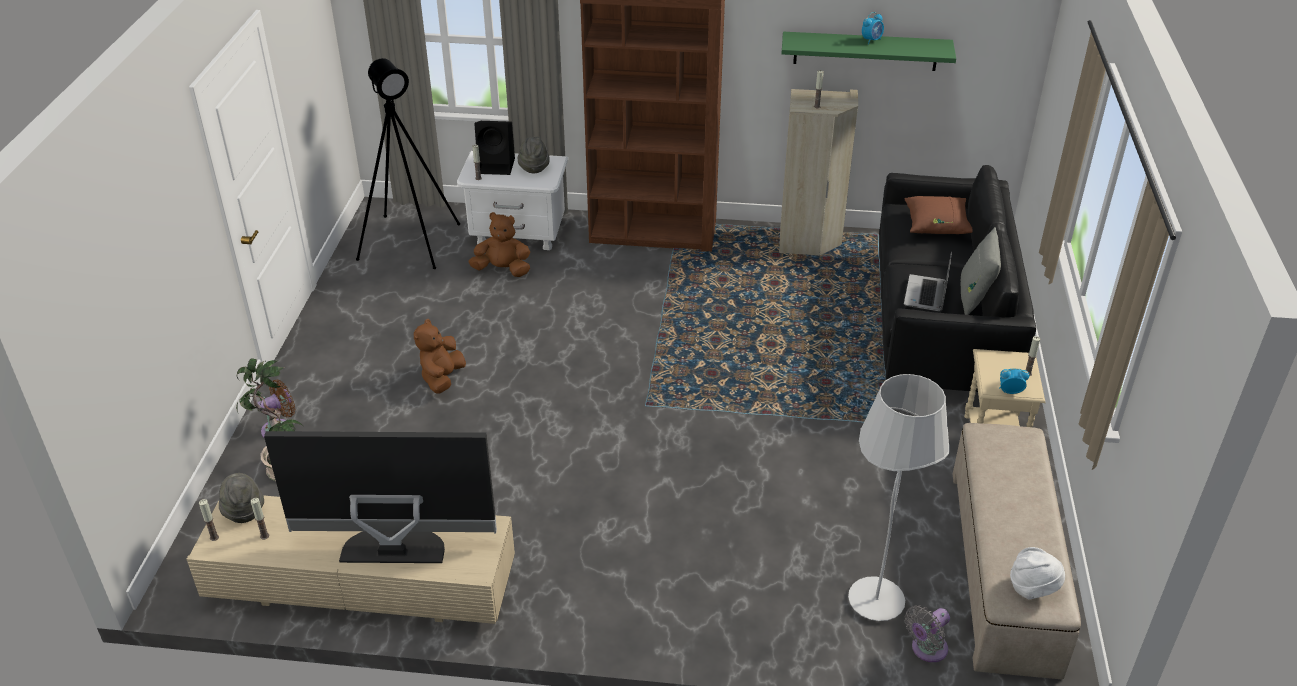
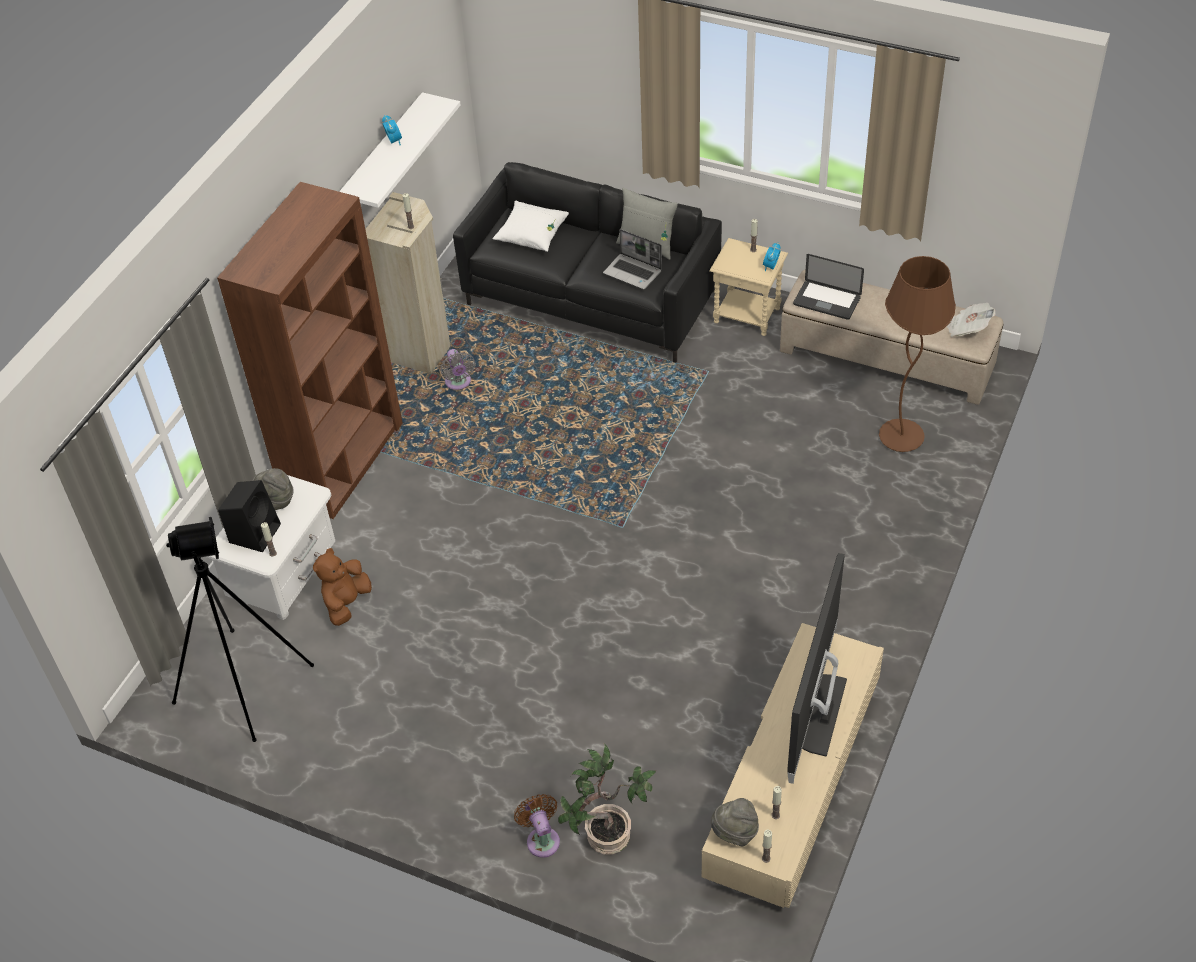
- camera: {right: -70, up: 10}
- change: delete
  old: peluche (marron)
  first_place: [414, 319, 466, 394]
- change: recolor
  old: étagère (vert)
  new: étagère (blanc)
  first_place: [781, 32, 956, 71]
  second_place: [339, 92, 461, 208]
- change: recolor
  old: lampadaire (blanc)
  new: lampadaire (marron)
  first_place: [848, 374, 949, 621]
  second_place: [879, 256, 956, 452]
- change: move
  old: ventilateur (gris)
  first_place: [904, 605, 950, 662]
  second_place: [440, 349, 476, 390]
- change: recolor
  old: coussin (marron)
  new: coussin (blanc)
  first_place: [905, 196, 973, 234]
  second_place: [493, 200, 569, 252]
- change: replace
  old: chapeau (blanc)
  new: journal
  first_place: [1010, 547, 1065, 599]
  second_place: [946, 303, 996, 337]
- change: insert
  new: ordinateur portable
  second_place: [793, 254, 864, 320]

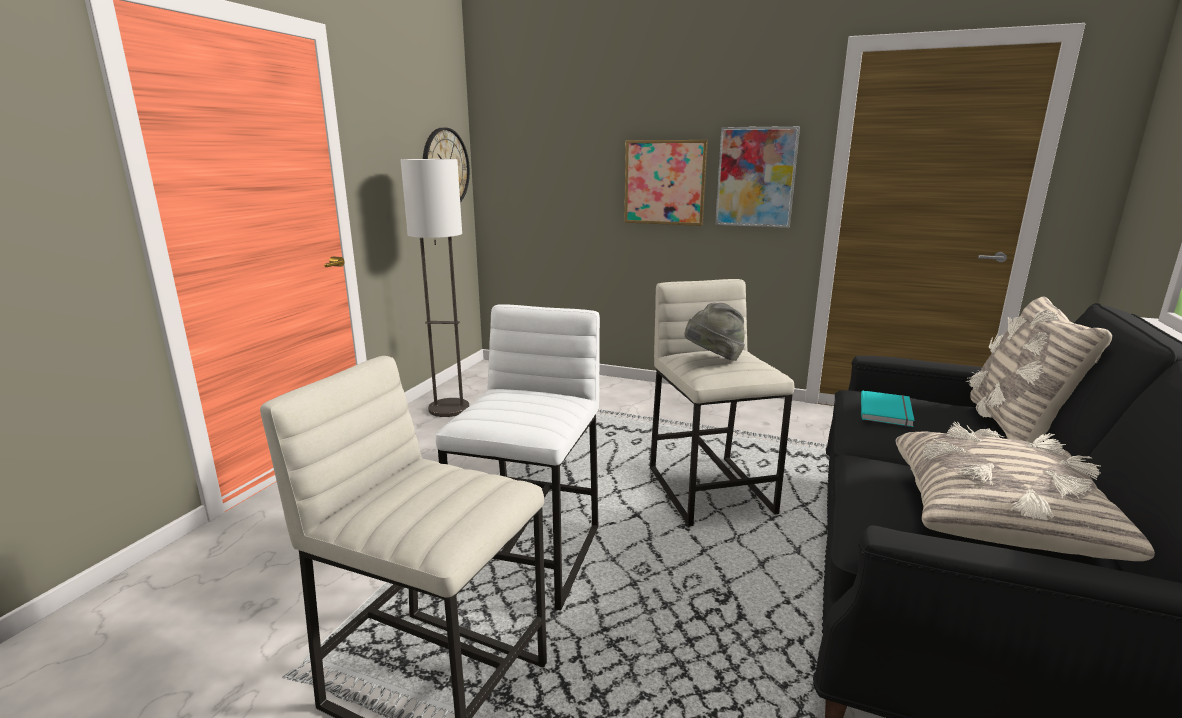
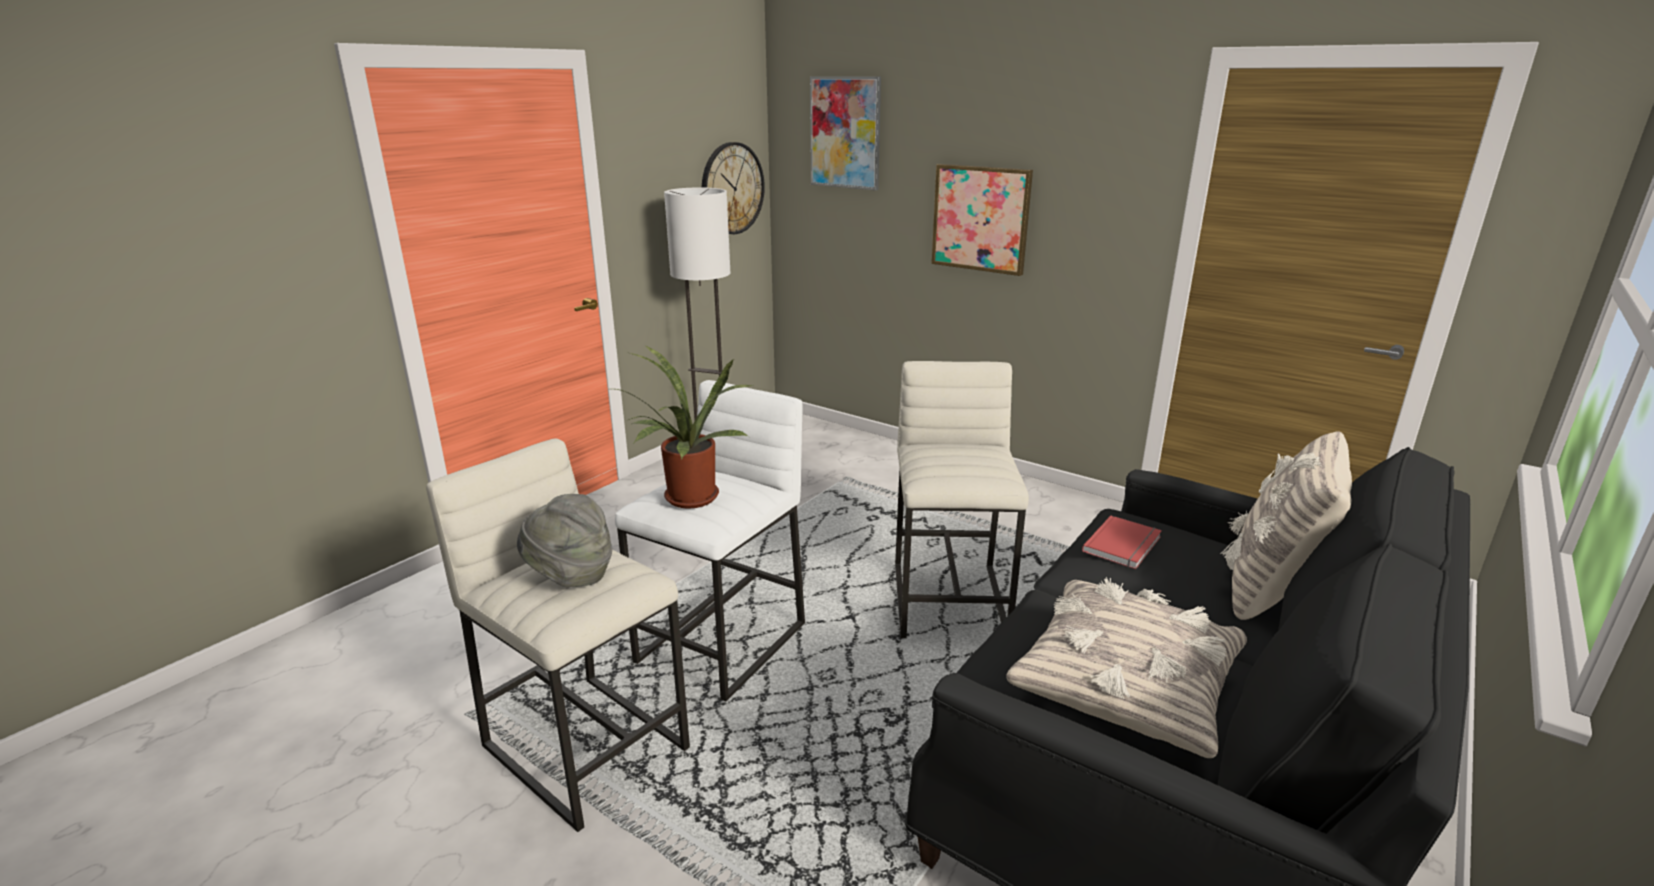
- camera: {right: 15, up: 5}
- change: move
  old: chapeau (gris)
  first_place: [685, 303, 745, 361]
  second_place: [517, 494, 612, 587]
- change: move
  old: tableau
  first_place: [715, 126, 800, 228]
  second_place: [810, 76, 881, 191]
- change: recolor
  old: livre (turquoise)
  new: livre (rouge)
  first_place: [861, 390, 915, 427]
  second_place: [1082, 516, 1162, 569]
- change: insert
  new: plante en pot
  second_place: [616, 345, 753, 509]

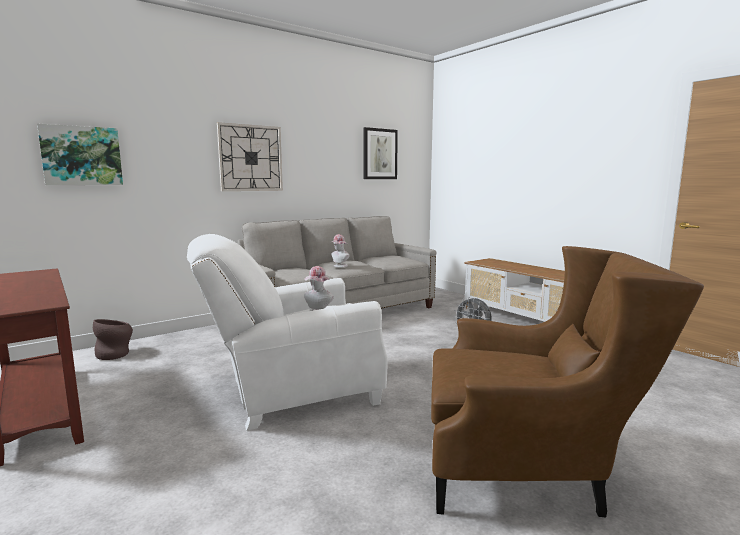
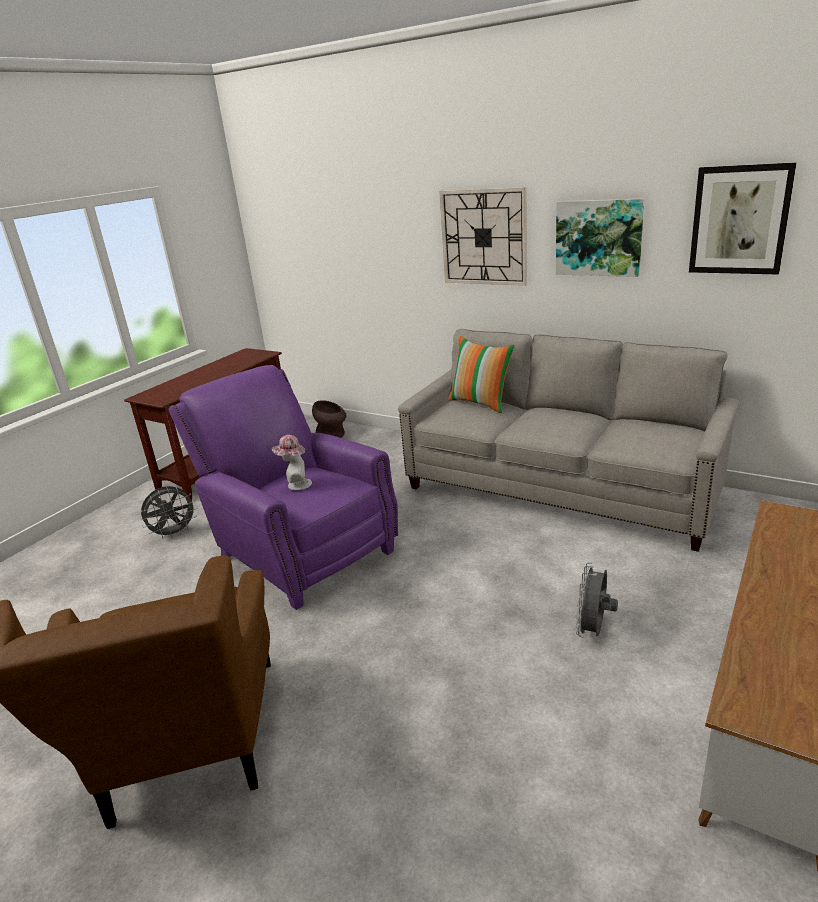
- camera: {right: 70, up: 15}
- change: move
  old: tableau
  first_place: [37, 124, 123, 185]
  second_place: [556, 199, 644, 277]
- change: recolor
  old: fauteuil (blanc)
  new: fauteuil (violet)
  first_place: [187, 234, 388, 431]
  second_place: [169, 365, 398, 610]
- change: delete
  old: chapeau
  first_place: [332, 234, 350, 267]
- change: insert
  new: ventilateur (gris)
  second_place: [140, 486, 198, 539]
- change: insert
  new: coussin
  second_place: [448, 336, 515, 413]

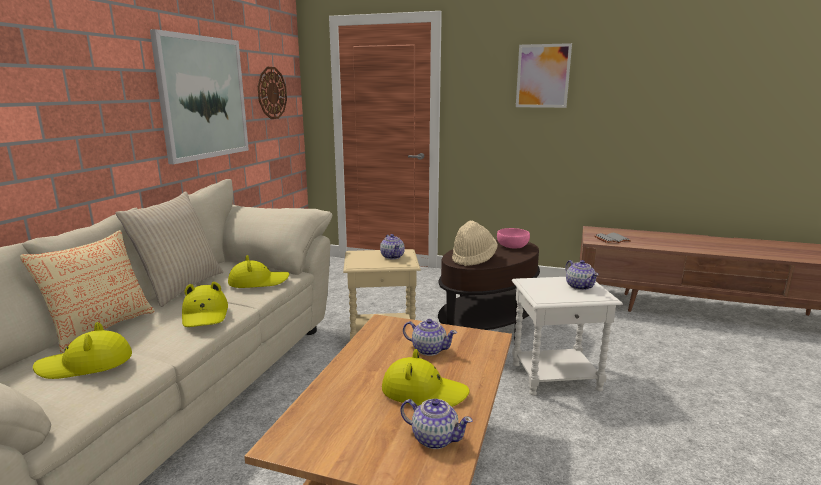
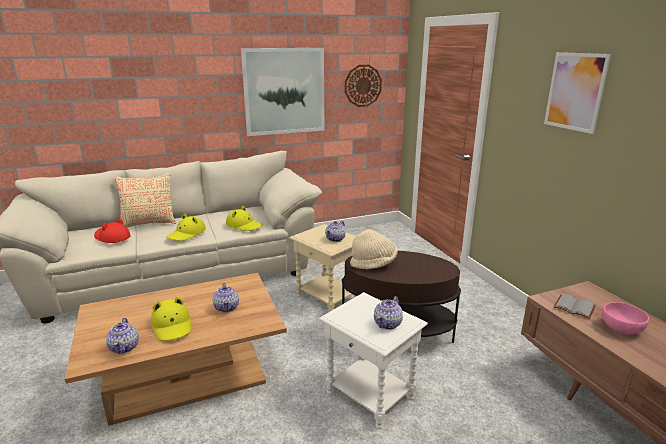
- camera: {right: 50, up: 5}
- change: recolor
  old: chapeau (jaune)
  new: chapeau (rouge)
  first_place: [33, 322, 132, 379]
  second_place: [94, 219, 131, 243]
- change: delete
  old: coussin (beige)
  first_place: [116, 192, 223, 307]
- change: move
  old: bol (rose)
  first_place: [497, 228, 530, 249]
  second_place: [601, 302, 649, 335]

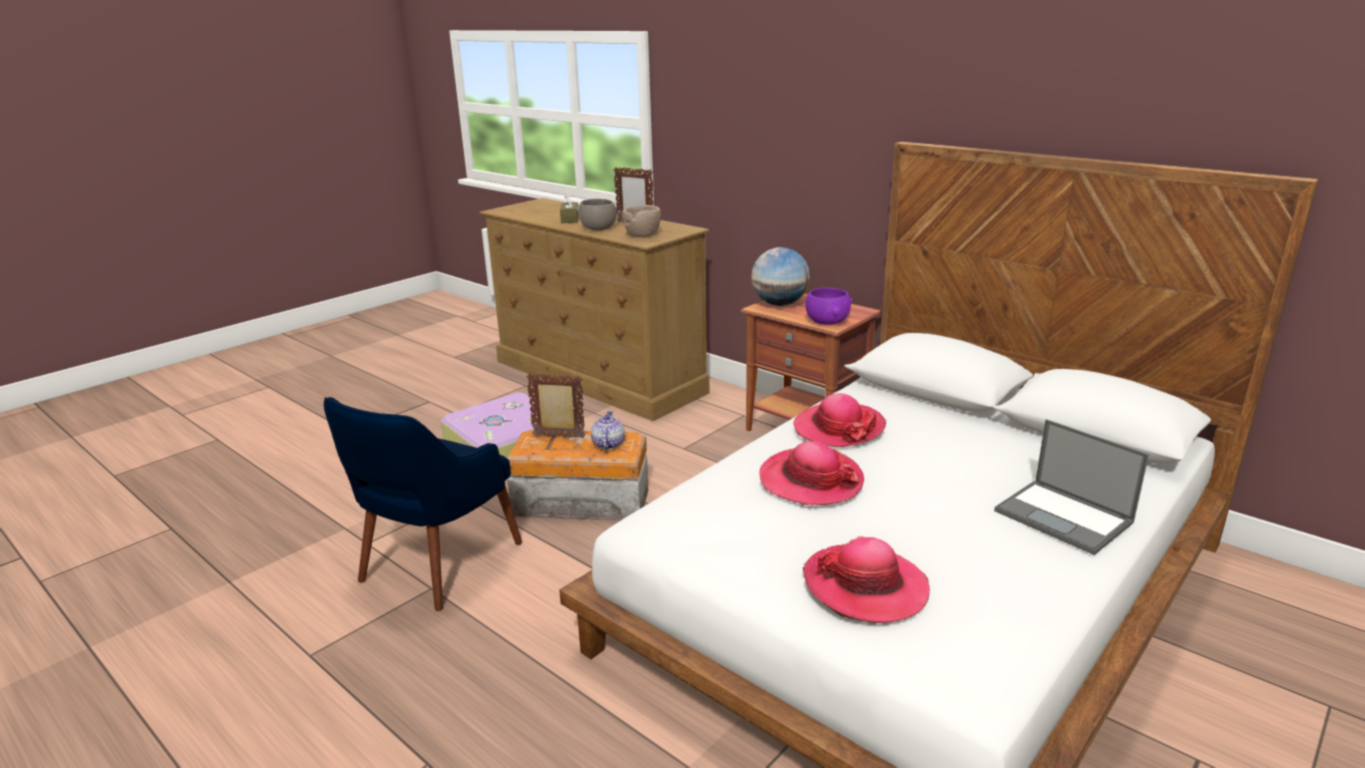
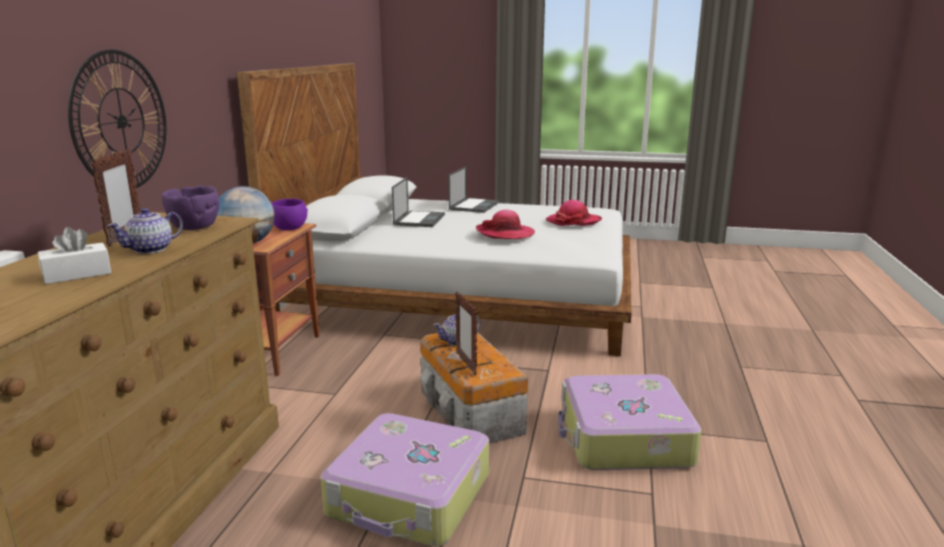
- camera: {right: -120, up: -5}
- change: replace
  old: fauteuil (bleu)
  new: valise
  first_place: [324, 397, 522, 611]
  second_place: [558, 374, 702, 470]
- change: recolor
  old: boîte à mouchoirs (marron)
  new: boîte à mouchoirs (blanc)
  first_place: [560, 192, 579, 223]
  second_place: [38, 227, 111, 284]
- change: replace
  old: bol (gris)
  new: théière
  first_place: [577, 198, 617, 230]
  second_place: [107, 208, 183, 254]
- change: recolor
  old: bol (marron)
  new: bol (violet)
  first_place: [622, 205, 661, 237]
  second_place: [162, 186, 219, 230]
- change: delete
  old: chapeau
  first_place: [794, 393, 886, 447]
- change: insert
  new: horloge murale
  second_place: [68, 49, 166, 188]
- change: insert
  new: ordinateur portable
  second_place: [392, 177, 445, 227]

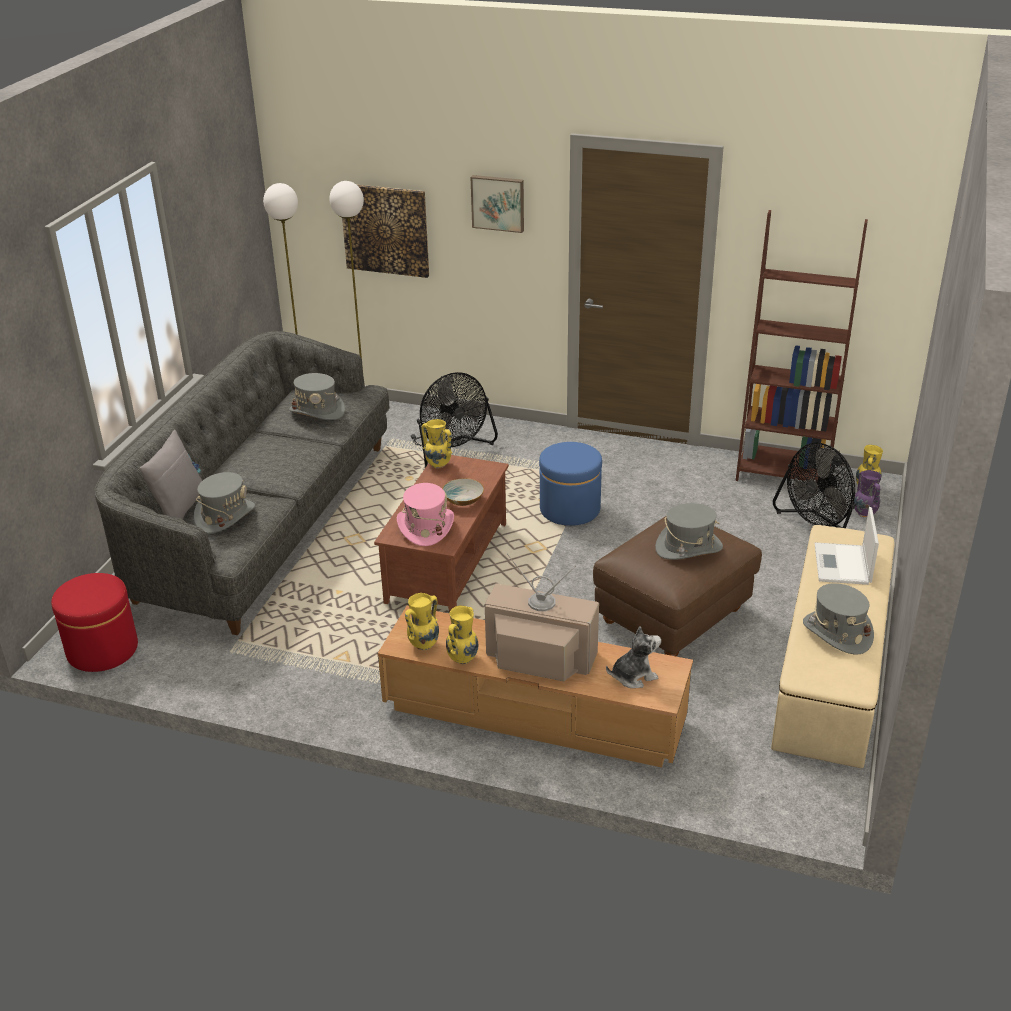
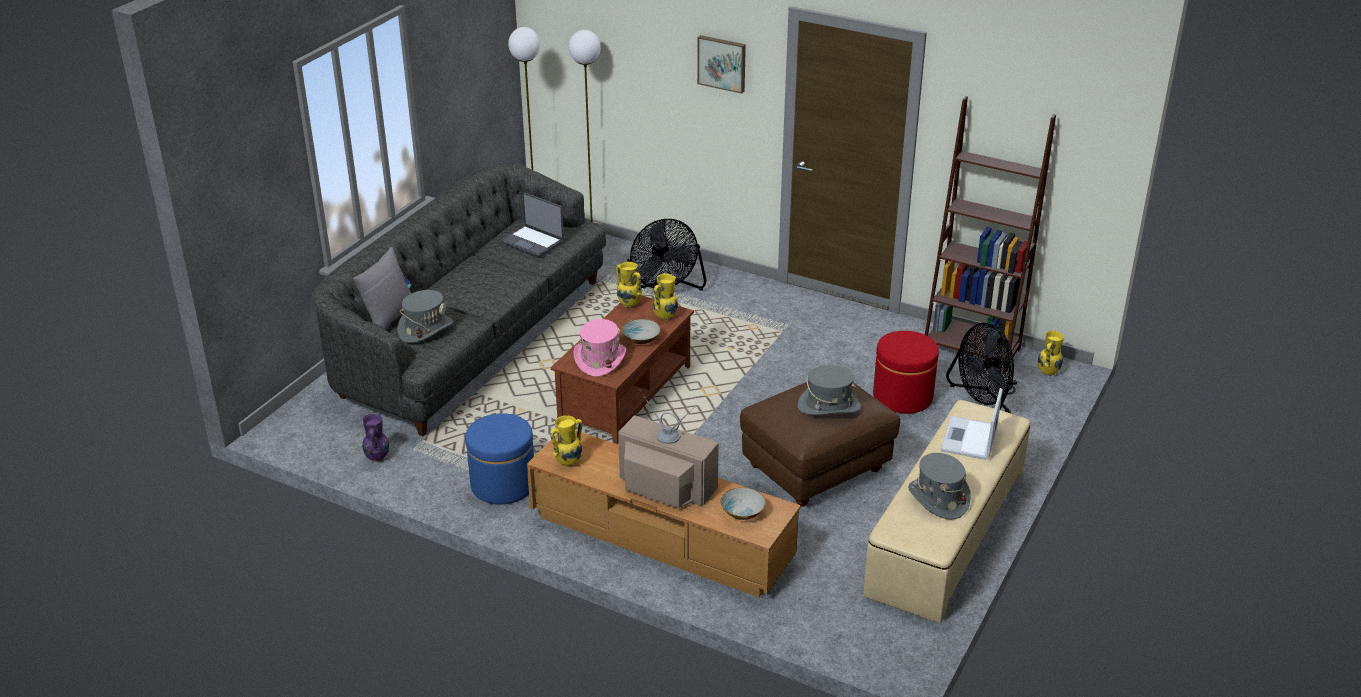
- camera: {right: 10, up: 0}
- change: move
  old: pouf (rouge)
  first_place: [51, 573, 138, 672]
  second_place: [873, 331, 939, 414]
- change: replace
  old: chapeau (gris)
  new: ordinateur portable
  first_place: [289, 373, 345, 420]
  second_place: [500, 192, 564, 257]
- change: delete
  old: tableau
  first_place: [342, 185, 429, 278]
- change: move
  old: vase (jaune)
  first_place: [446, 605, 478, 665]
  second_place: [653, 273, 678, 320]
- change: move
  old: pouf (bleu)
  first_place: [539, 442, 602, 526]
  second_place: [465, 413, 534, 504]
- change: replace
  old: peluche
  new: bol
  first_place: [606, 626, 661, 688]
  second_place: [720, 487, 766, 520]
- change: move
  old: vase (violet)
  first_place: [854, 470, 881, 517]
  second_place: [362, 414, 389, 462]

